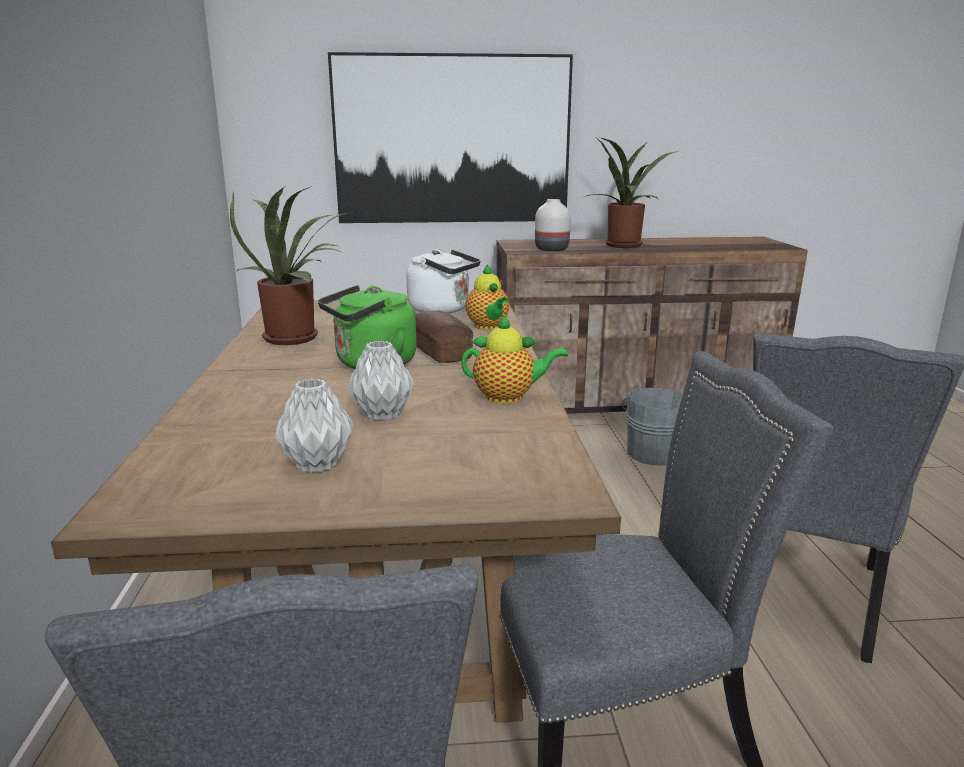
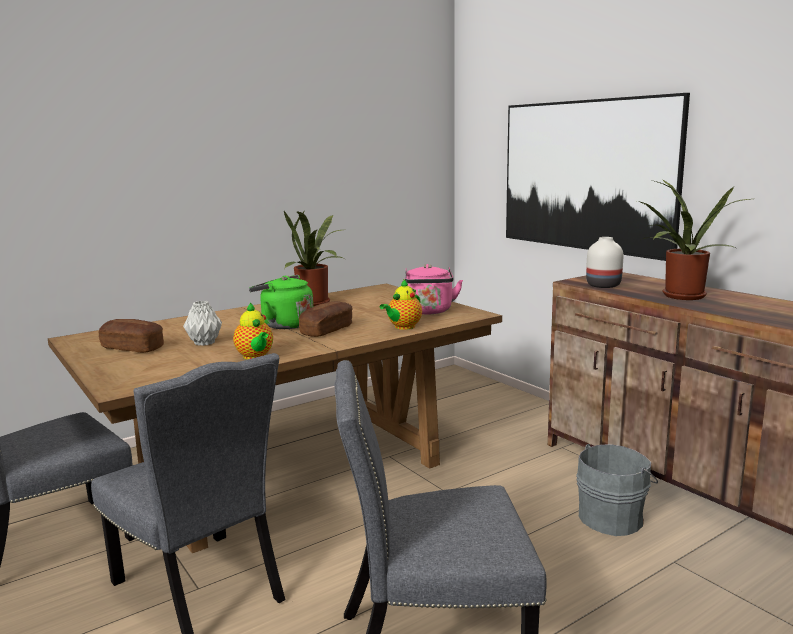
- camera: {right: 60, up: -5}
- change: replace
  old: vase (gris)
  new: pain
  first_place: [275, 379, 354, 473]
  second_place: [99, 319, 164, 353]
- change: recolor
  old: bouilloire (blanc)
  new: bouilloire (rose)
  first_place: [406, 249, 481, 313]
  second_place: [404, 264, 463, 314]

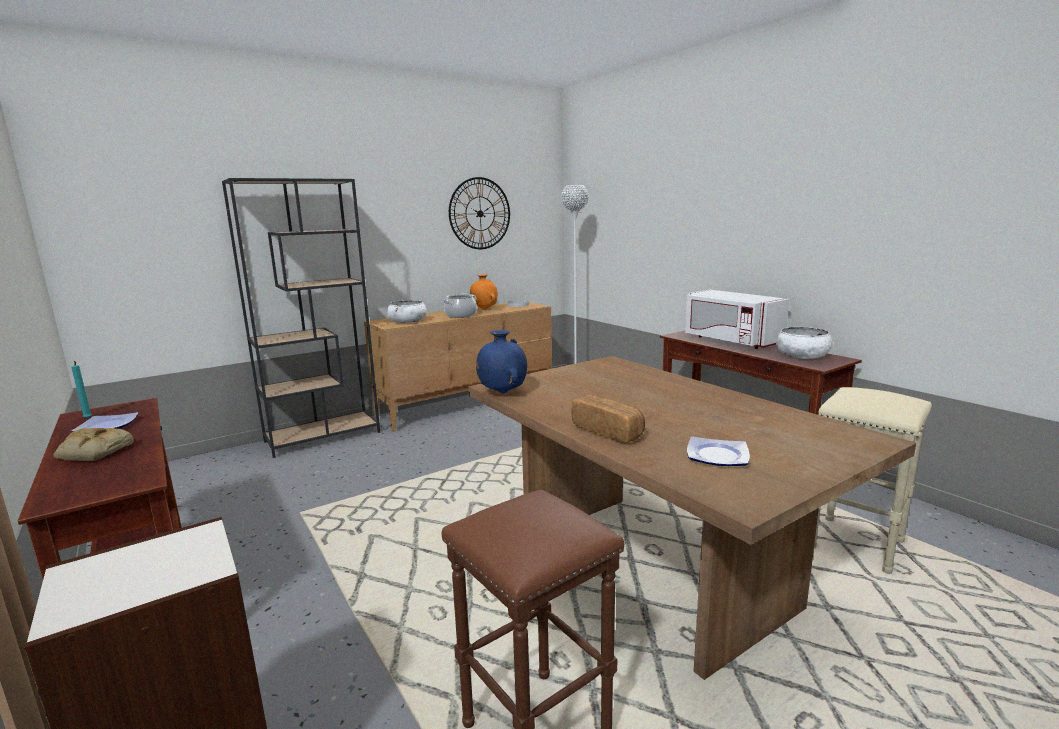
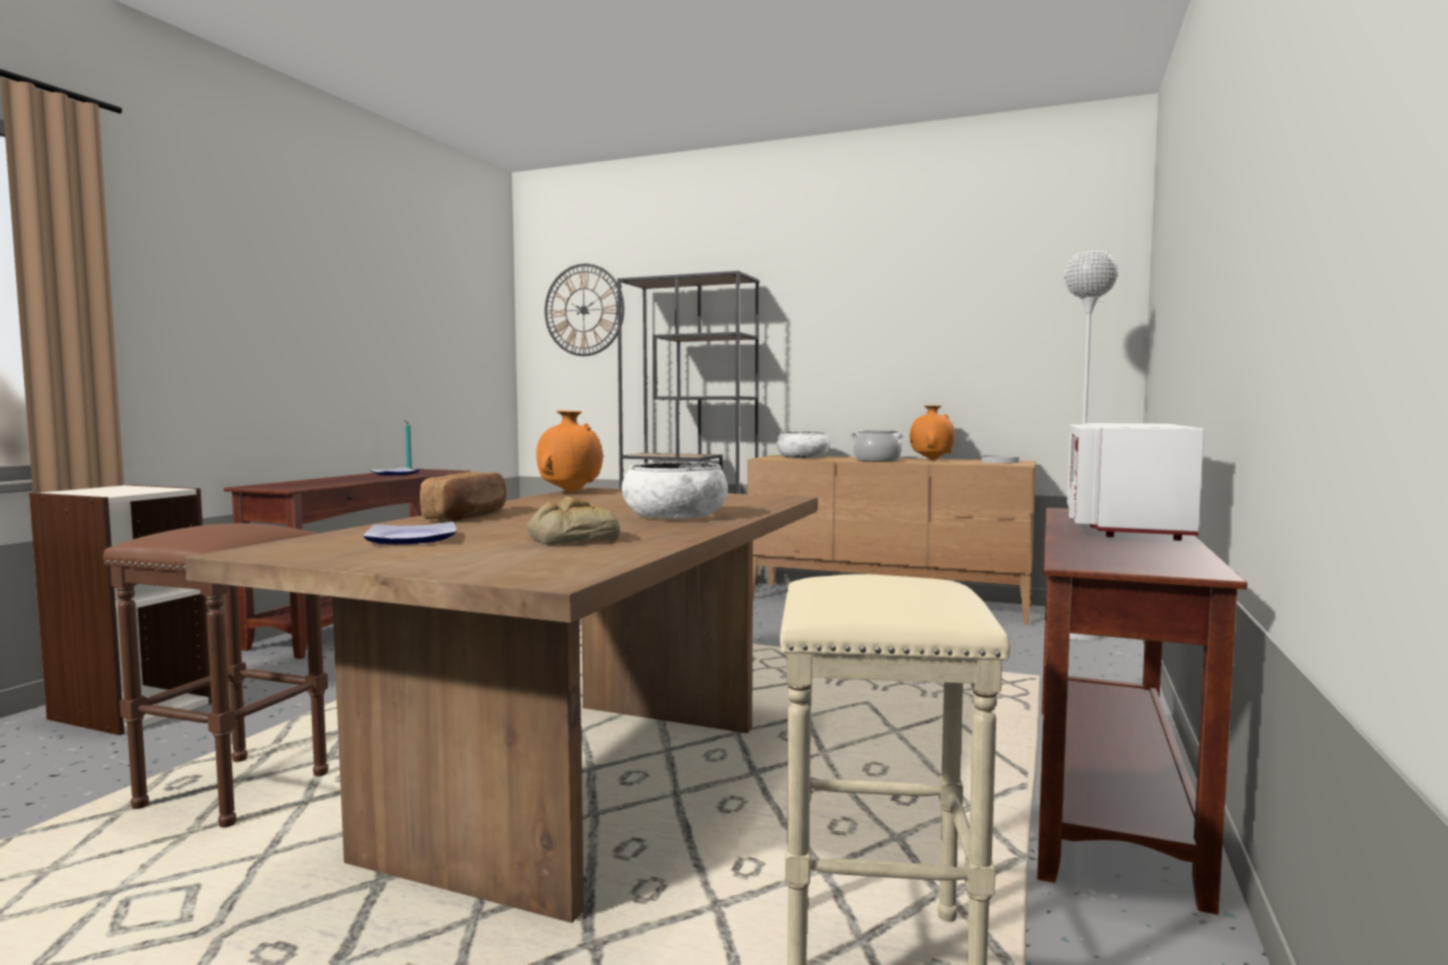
- camera: {right: 55, up: -10}
- change: move
  old: pain
  first_place: [53, 428, 134, 461]
  second_place: [527, 496, 620, 545]
- change: move
  old: horloge murale
  first_place: [449, 177, 510, 249]
  second_place: [545, 264, 624, 356]
- change: recolor
  old: vase (bleu)
  new: vase (orange)
  first_place: [476, 330, 527, 393]
  second_place: [536, 410, 603, 493]
- change: move
  old: bol (blanc)
  first_place: [776, 327, 832, 359]
  second_place: [622, 462, 728, 519]

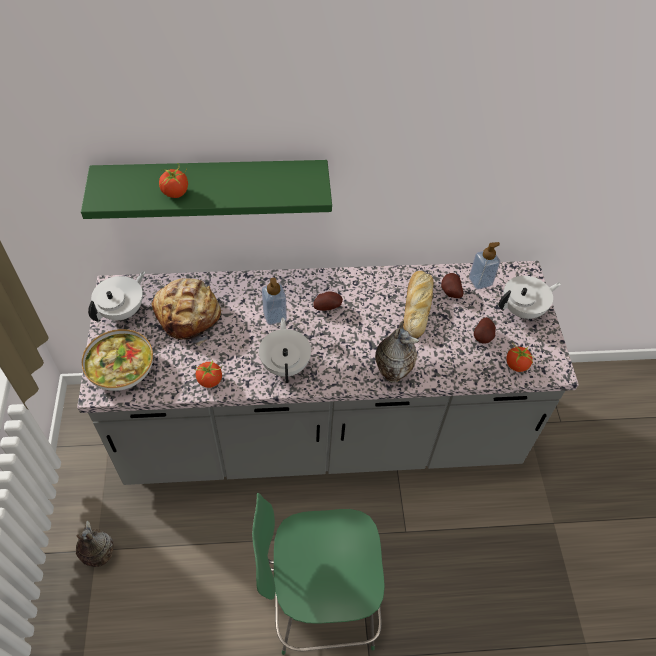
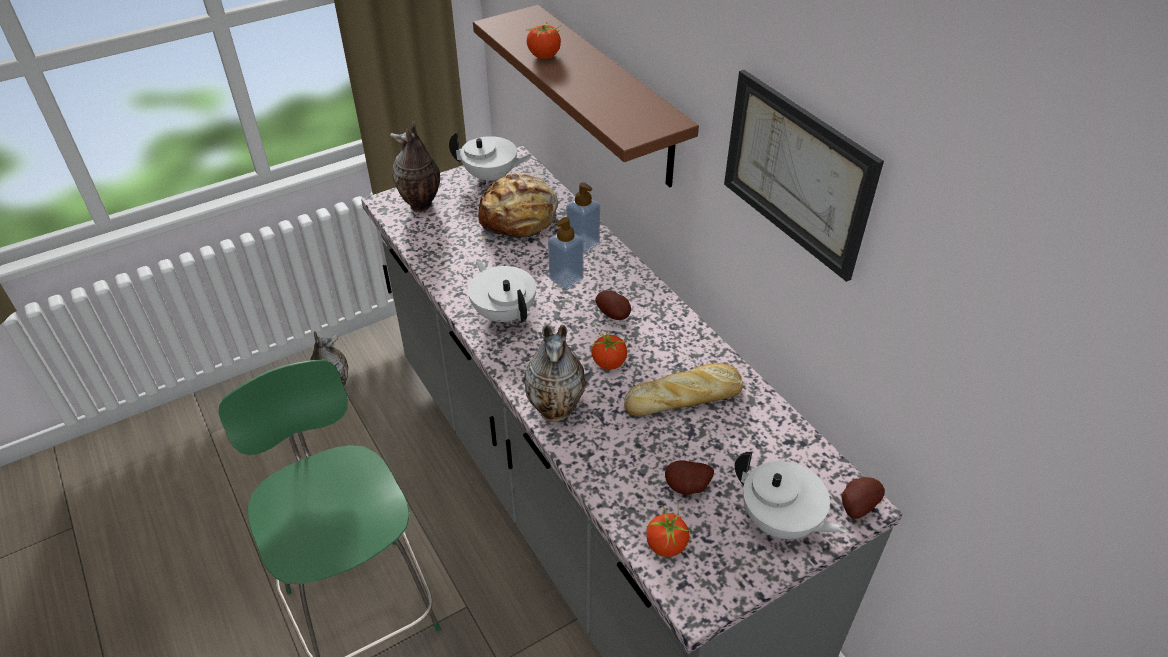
- camera: {right: 65, up: -10}
- change: recolor
  old: étagère (vert)
  new: étagère (marron)
  first_place: [81, 160, 332, 219]
  second_place: [473, 5, 699, 187]
- change: replace
  old: bol
  new: vase
  first_place: [82, 329, 153, 391]
  second_place: [390, 121, 440, 211]
- change: move
  old: tomate
  first_place: [194, 359, 222, 388]
  second_place: [592, 331, 627, 370]
- change: rotate
  old: théière (blanc)
  first_place: [259, 317, 311, 383]
  second_place: [468, 259, 536, 324]
  degrees: -90
- change: move
  old: pomme de terre
  first_place: [441, 273, 463, 298]
  second_place: [841, 477, 885, 519]
- change: move
  old: distributeur de savon
  first_place: [469, 242, 500, 290]
  second_place: [566, 182, 600, 253]
- change: insert
  new: tableau
  second_place: [724, 70, 884, 282]

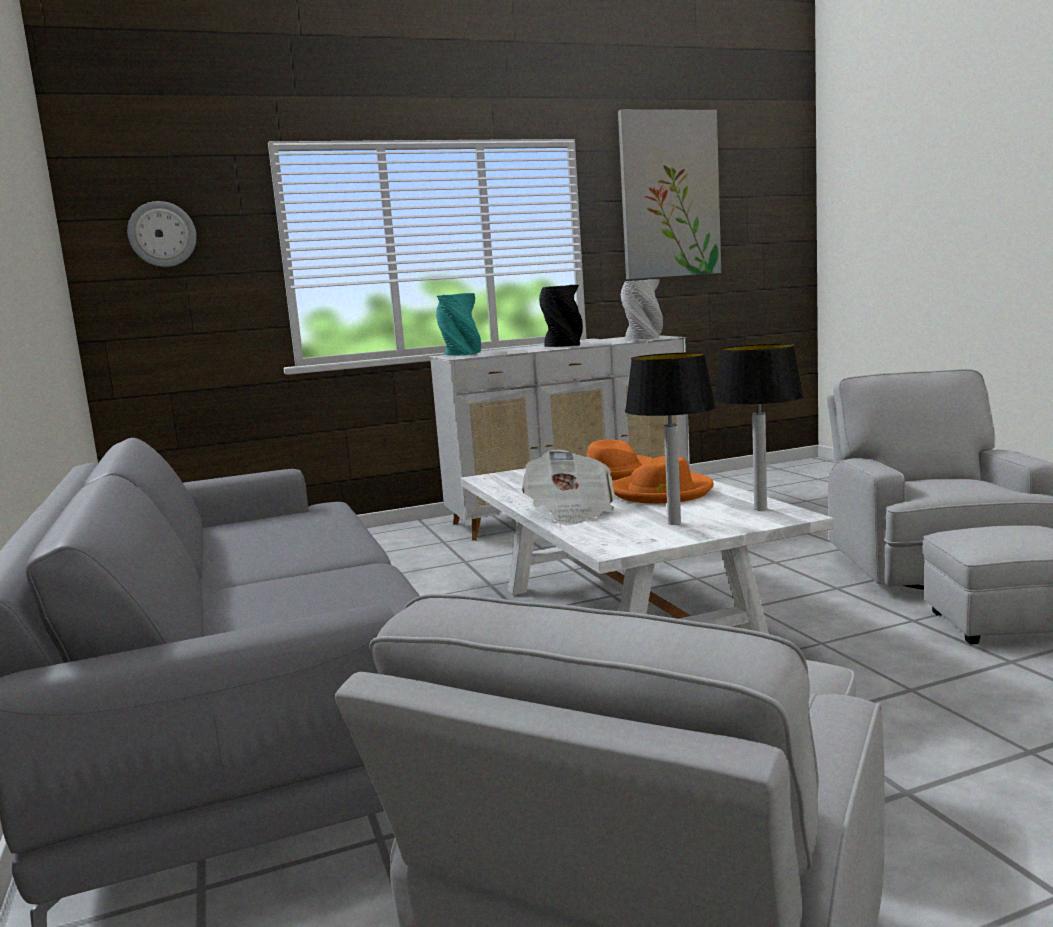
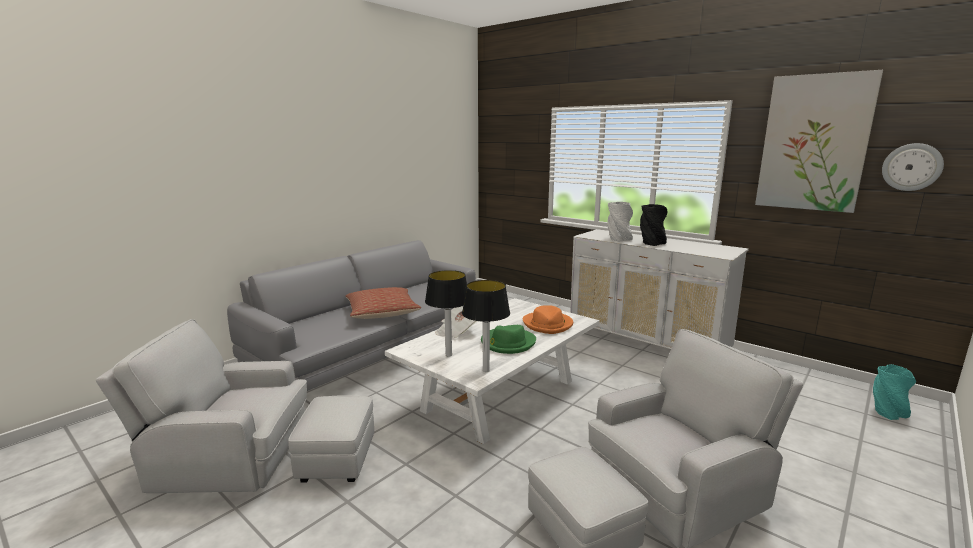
- camera: {right: 60, up: 5}
- change: move
  old: horloge murale
  first_place: [127, 201, 197, 267]
  second_place: [882, 143, 944, 191]
- change: move
  old: vase (turquoise)
  first_place: [436, 293, 481, 356]
  second_place: [873, 364, 916, 420]
- change: recolor
  old: chapeau (orange)
  new: chapeau (vert)
  first_place: [612, 456, 714, 504]
  second_place: [481, 325, 536, 354]
- change: move
  old: vase (gris)
  first_place: [621, 279, 663, 339]
  second_place: [608, 202, 633, 242]
- change: insert
  new: coussin
  second_place: [346, 287, 421, 319]

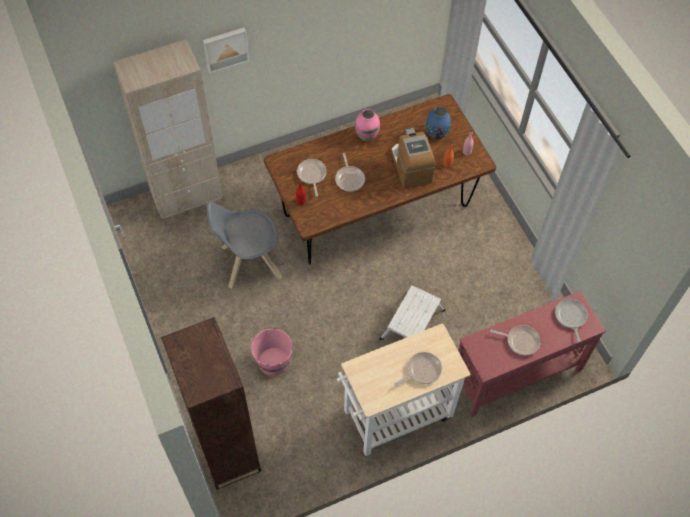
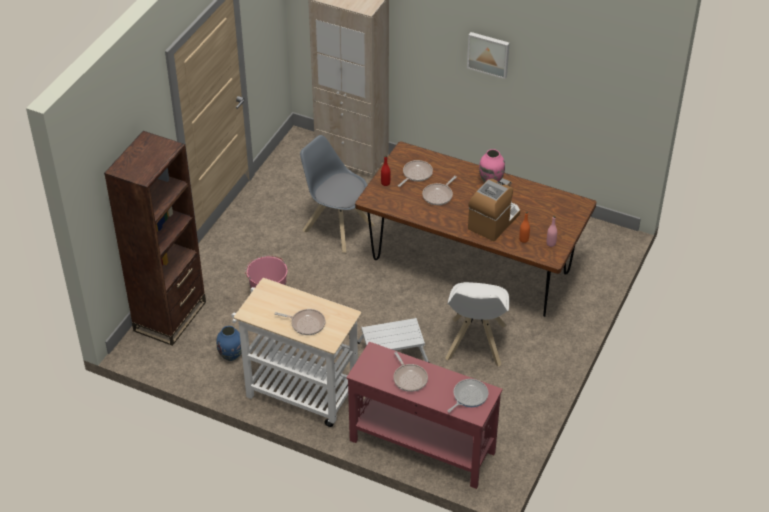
- camera: {right: 50, up: -15}
- change: move
  old: tableau
  first_place: [203, 28, 250, 74]
  second_place: [467, 32, 510, 79]
- change: move
  old: vase (bleu)
  first_place: [426, 107, 451, 139]
  second_place: [216, 326, 242, 361]
- change: insert
  new: chaise (blanc)
  second_place: [445, 282, 509, 367]

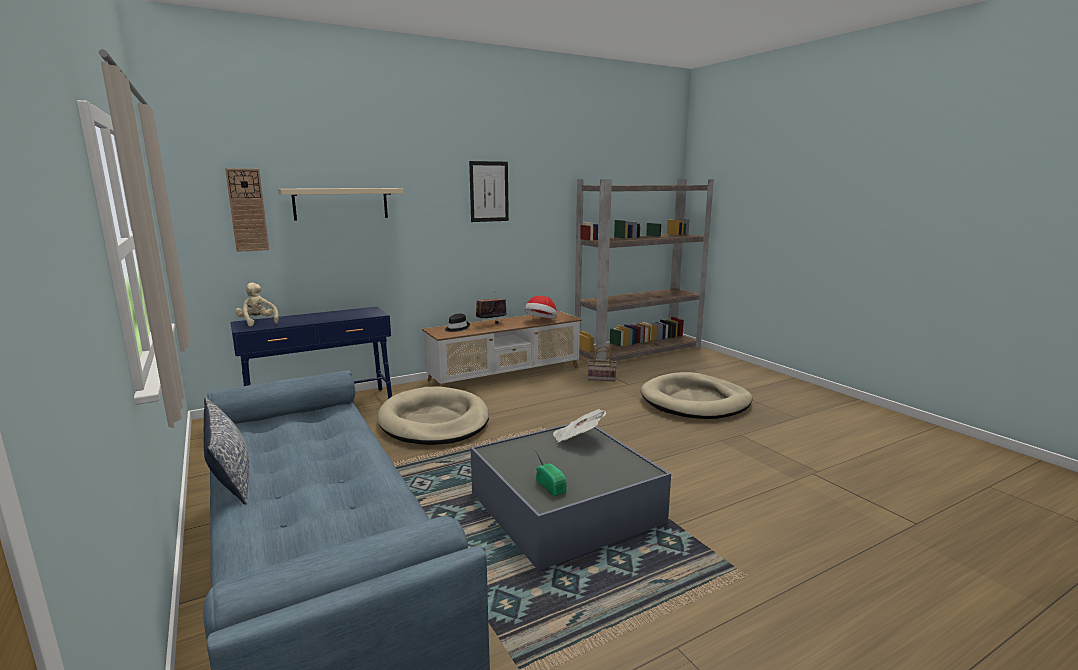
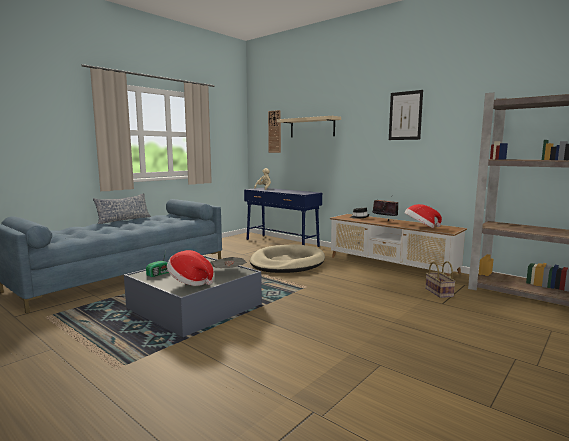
- camera: {right: 70, up: -5}
- change: delete
  old: panier pour chien (beige)
  first_place: [641, 372, 753, 419]
- change: insert
  new: chapeau
  second_place: [167, 250, 213, 286]

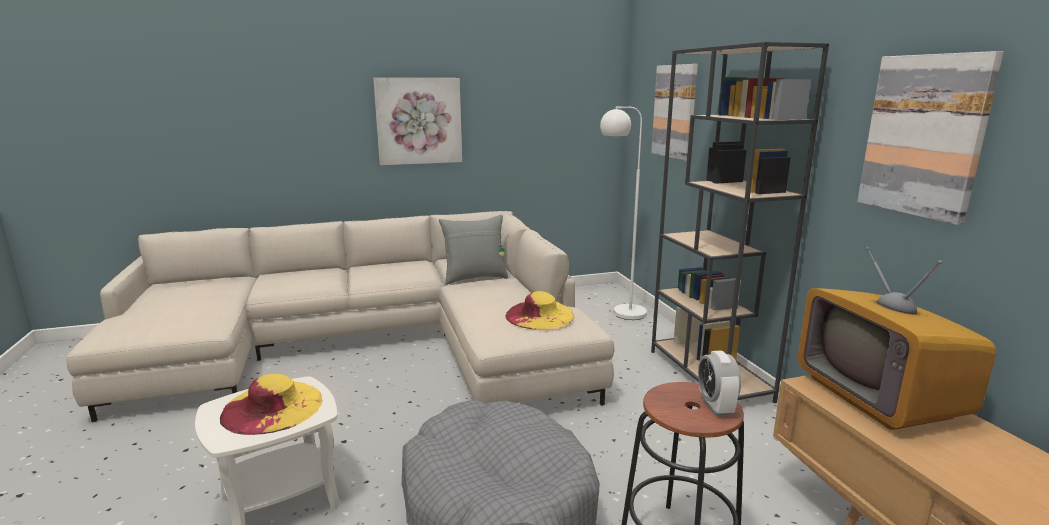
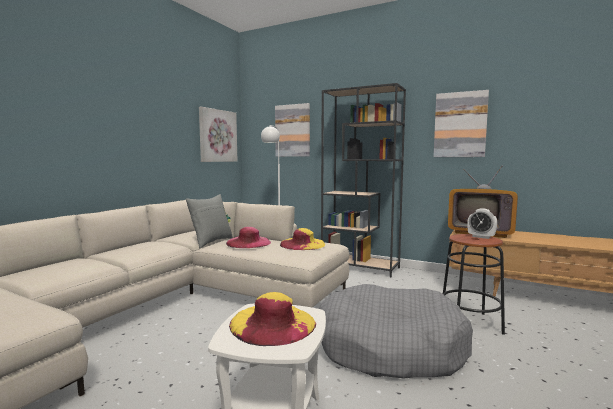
- camera: {right: -45, up: -10}
- change: move
  old: tableau
  first_place: [373, 78, 462, 165]
  second_place: [199, 107, 237, 162]
- change: insert
  new: chapeau (rose)
  second_place: [226, 227, 271, 248]

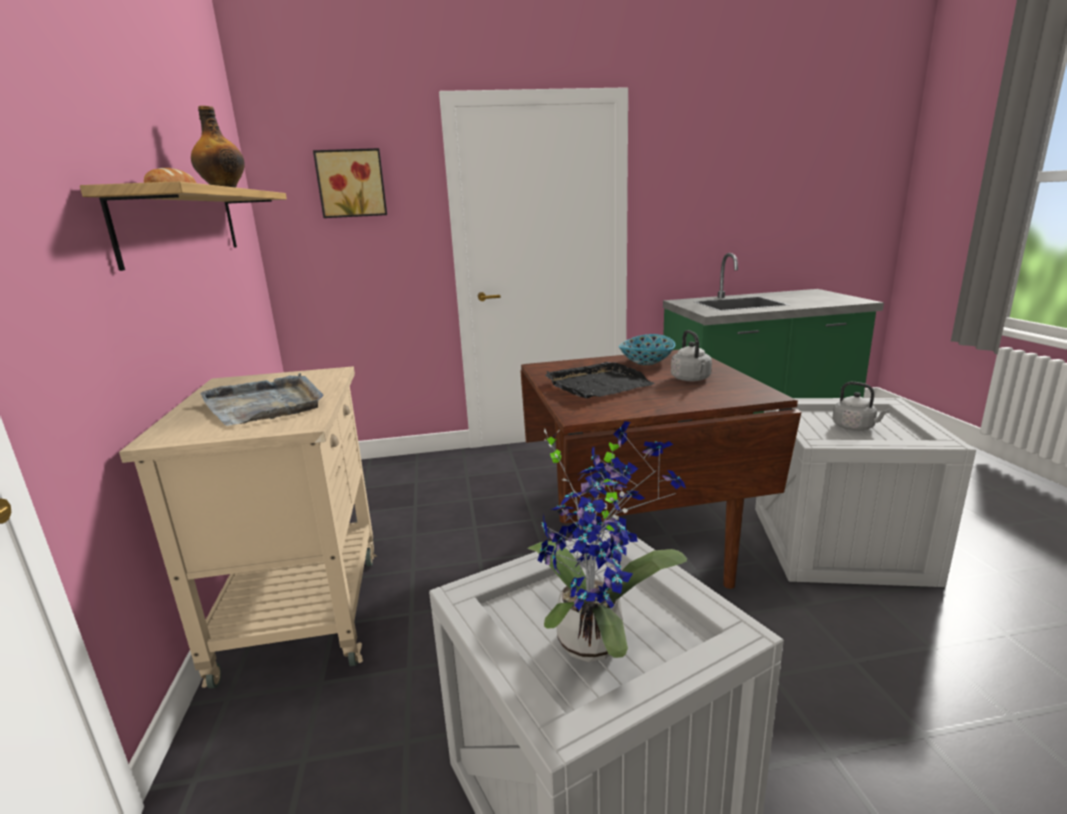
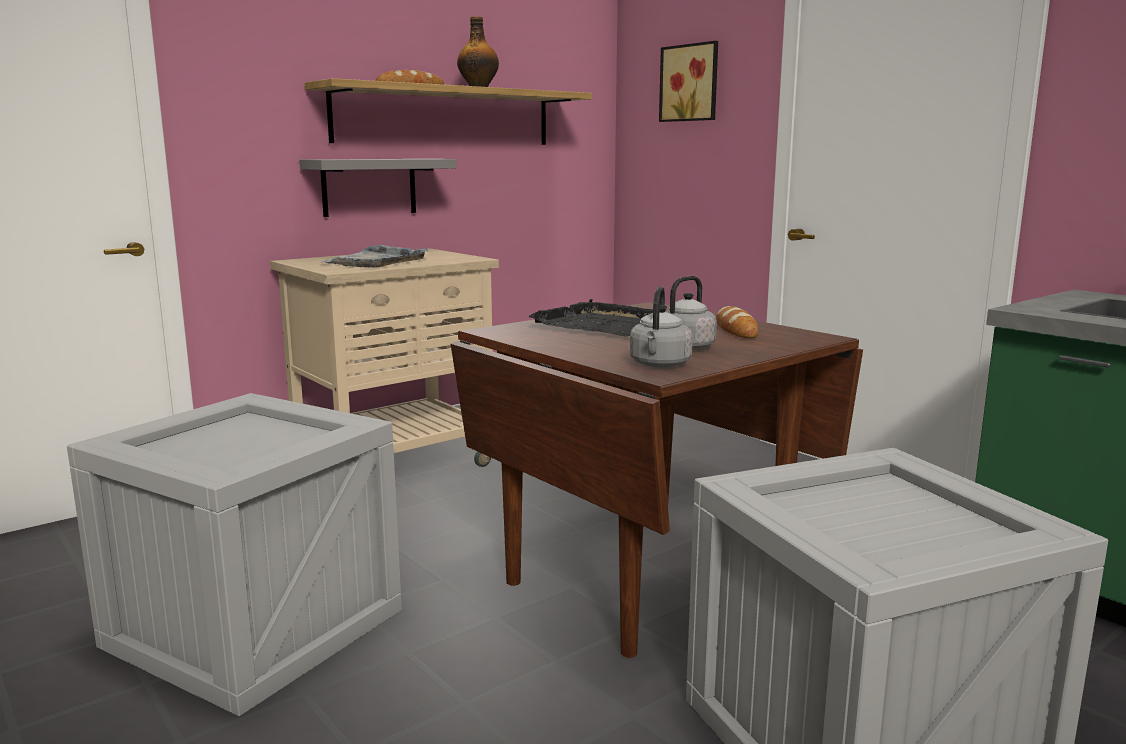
- camera: {right: 60, up: -5}
- change: delete
  old: plante en pot
  first_place: [527, 421, 687, 662]
- change: replace
  old: bol
  new: pain
  first_place: [619, 334, 675, 365]
  second_place: [716, 306, 758, 338]
- change: move
  old: bouilloire (gris)
  first_place: [832, 382, 890, 431]
  second_place: [630, 286, 693, 368]
- change: insert
  new: étagère (gris)
  second_place: [299, 159, 456, 217]

